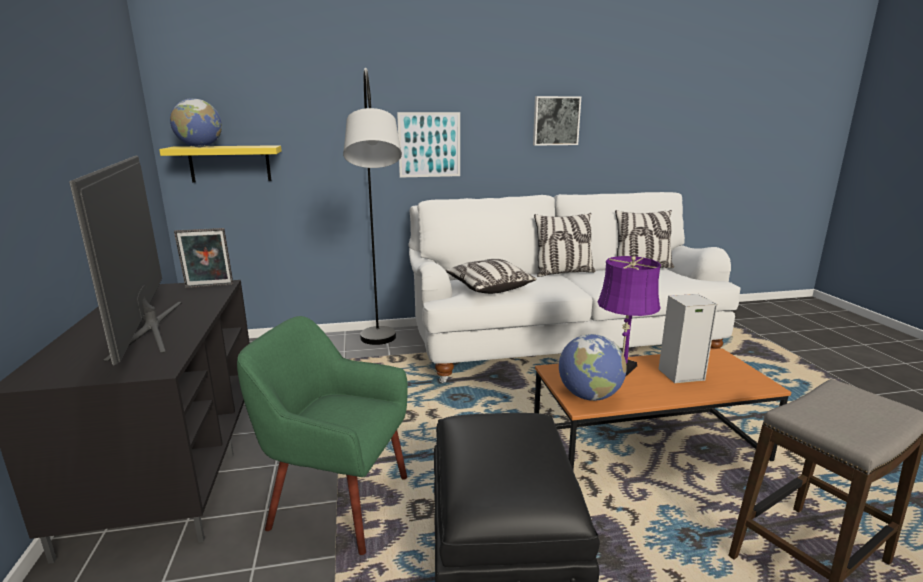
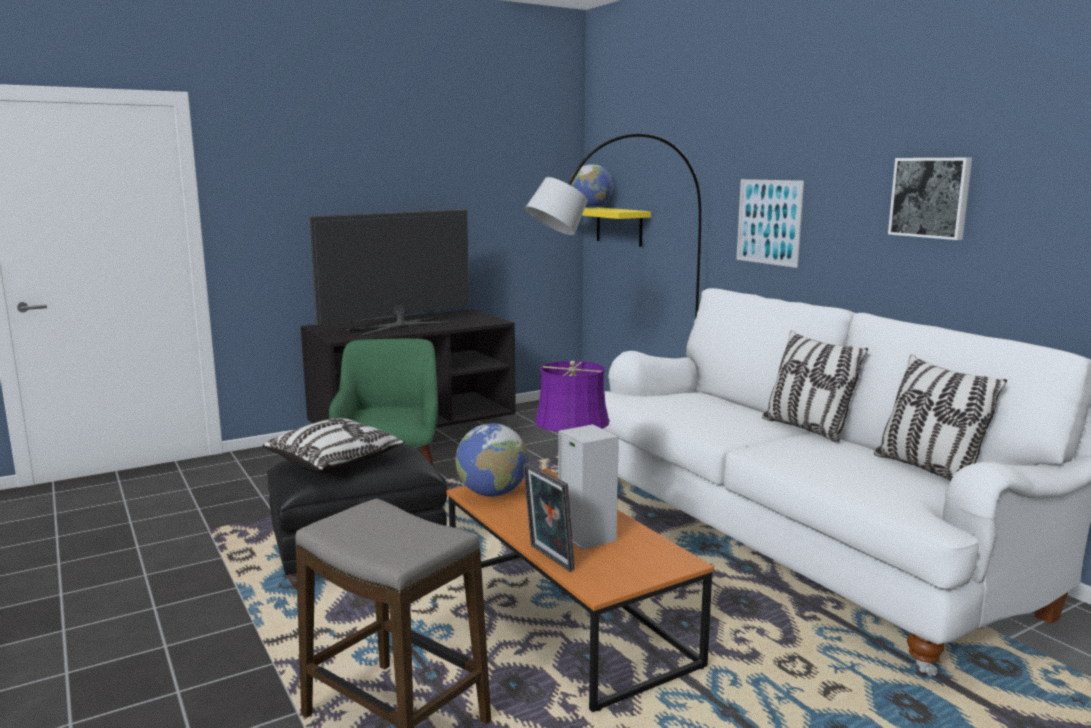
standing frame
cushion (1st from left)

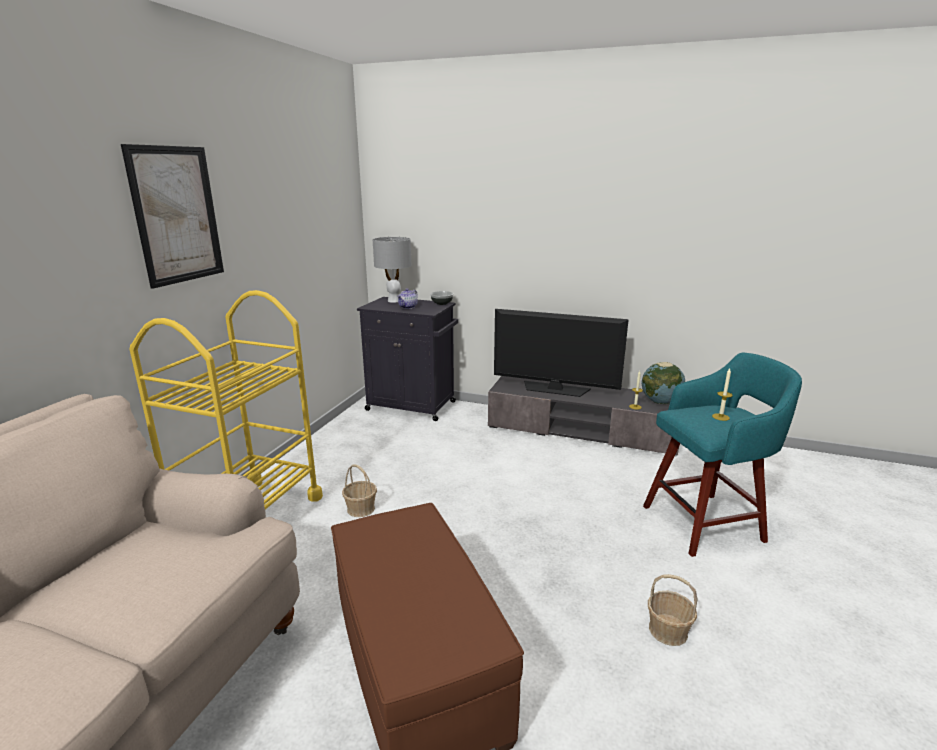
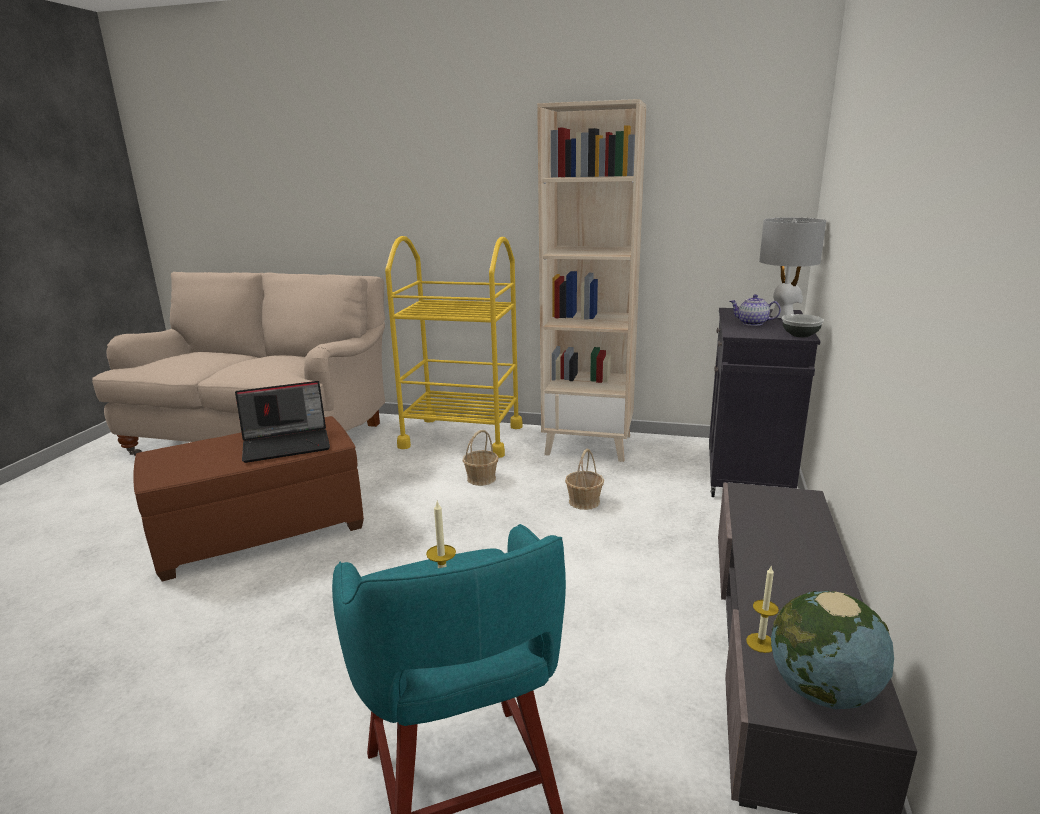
wall picture
TV set
basket (2nd from left)
bookcase in beige
portable computer

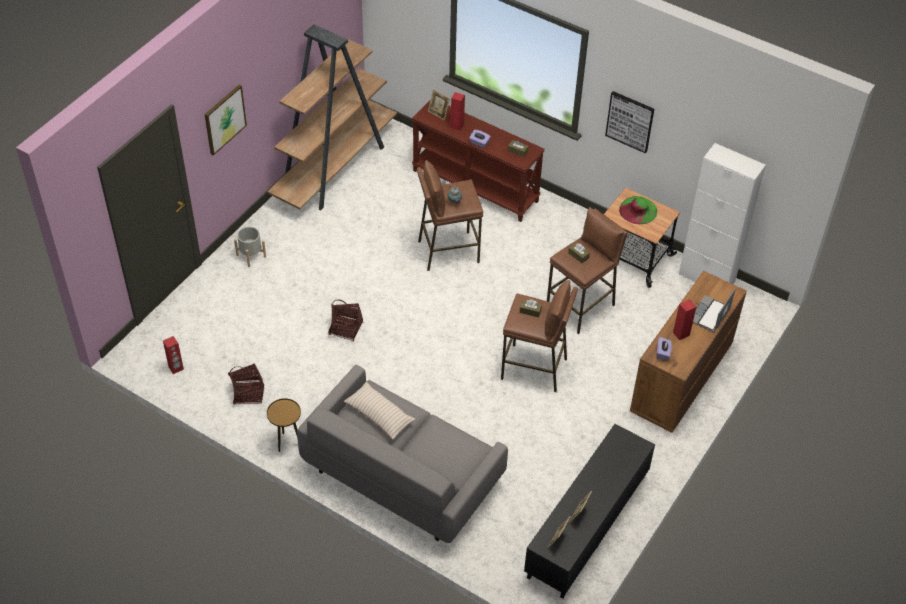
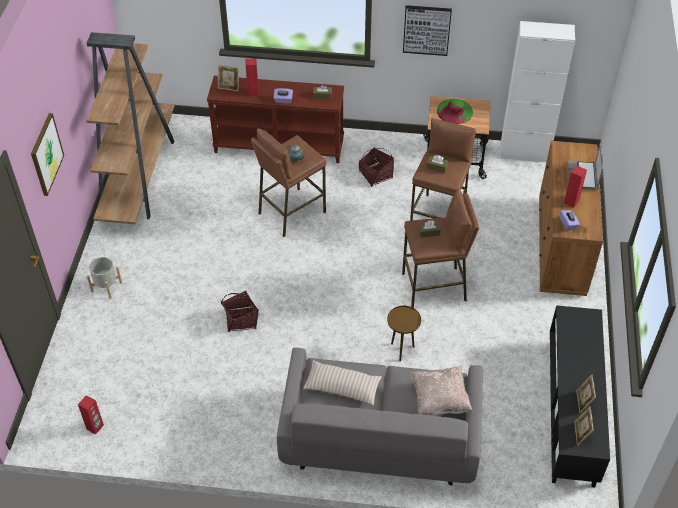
basket (2nd from left)
side table in brown
cushion in beige (2nd from left)

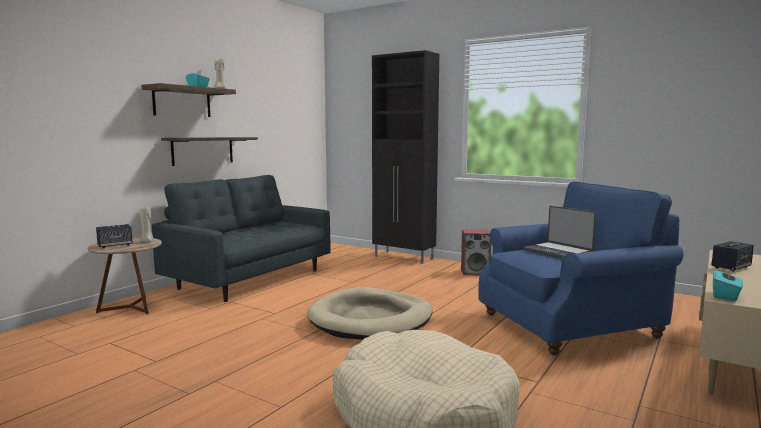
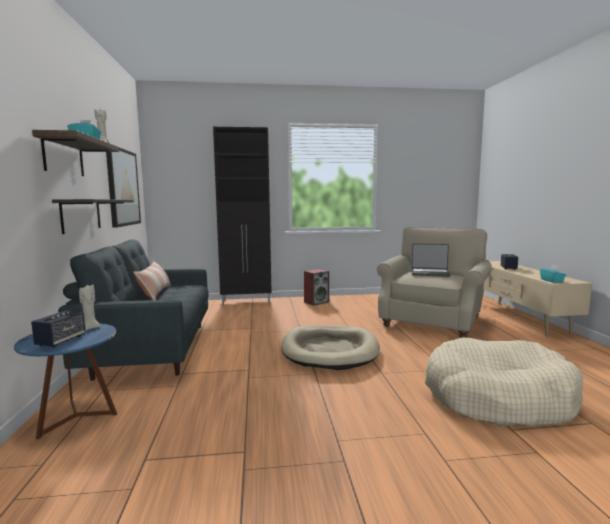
armchair in beige
side table in blue
wall picture
cushion

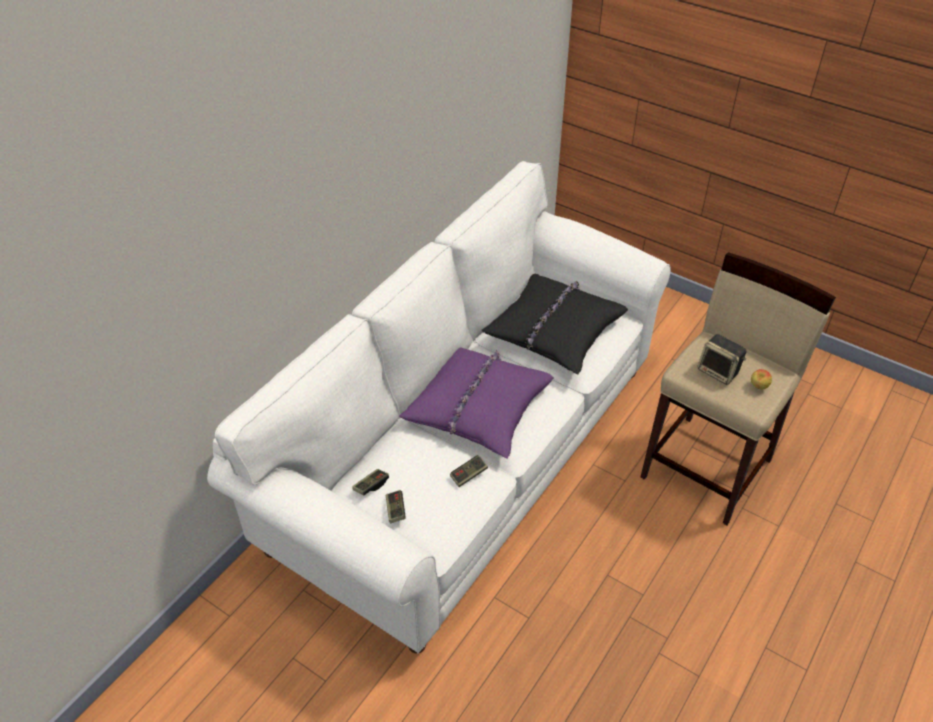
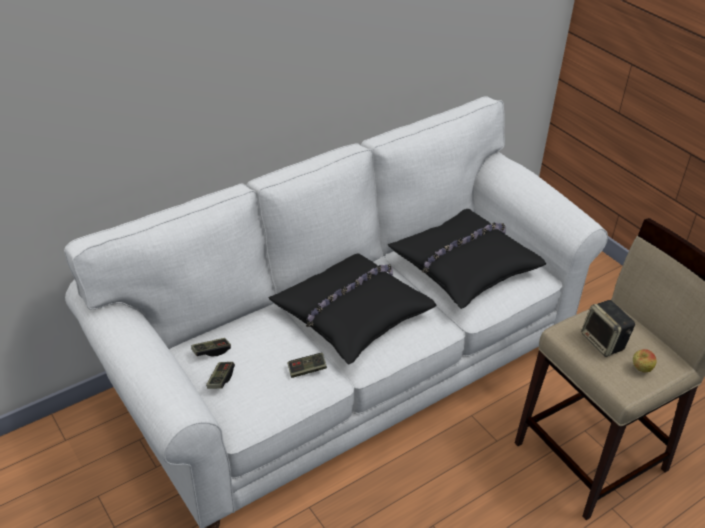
cushion in black (1st from left)

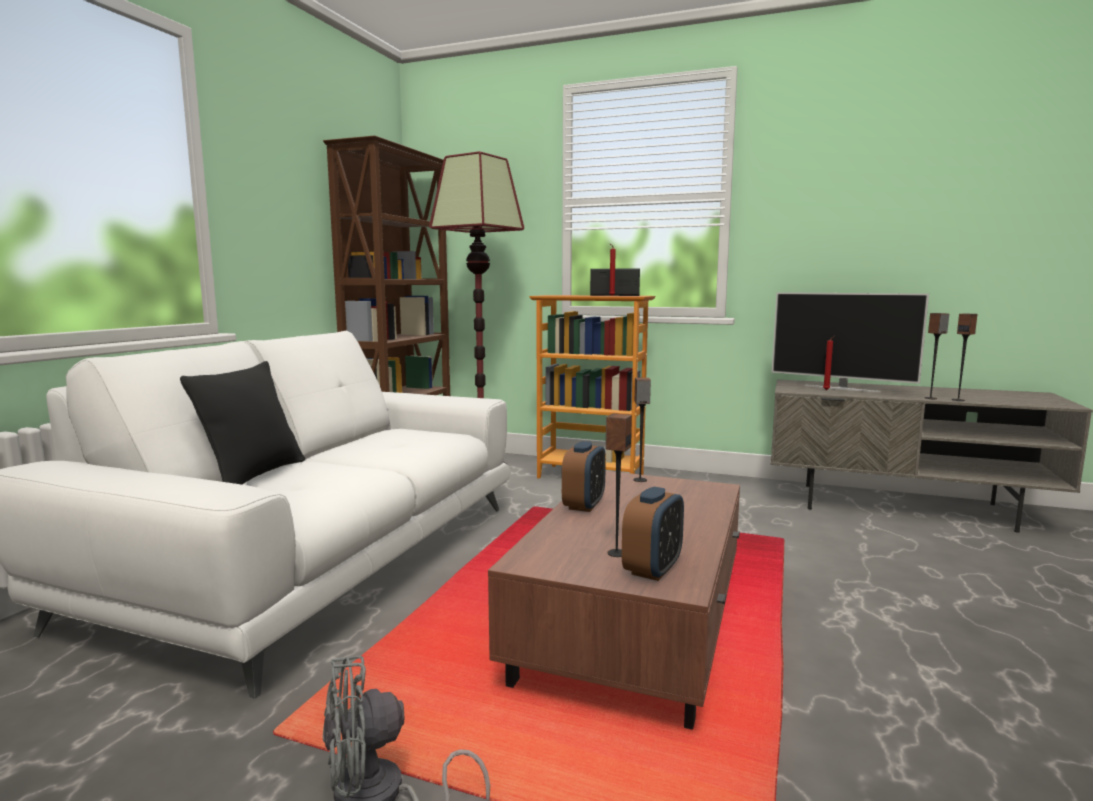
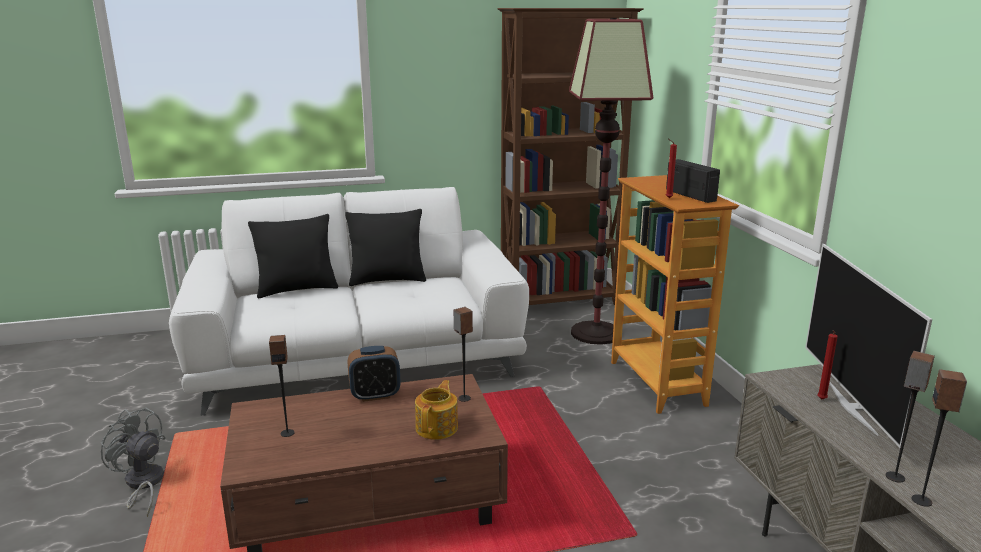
table clock (2nd from left in the first image)
cushion in black (2nd from left)
teapot

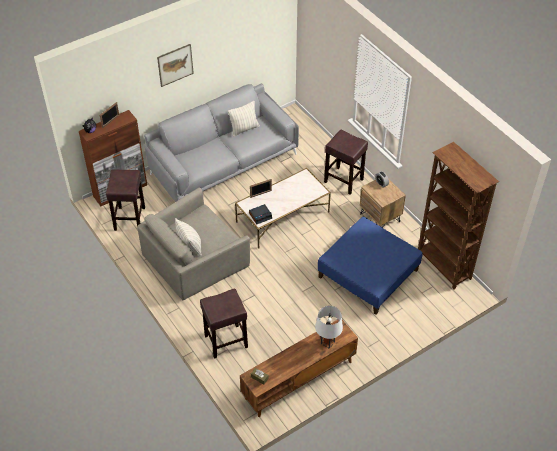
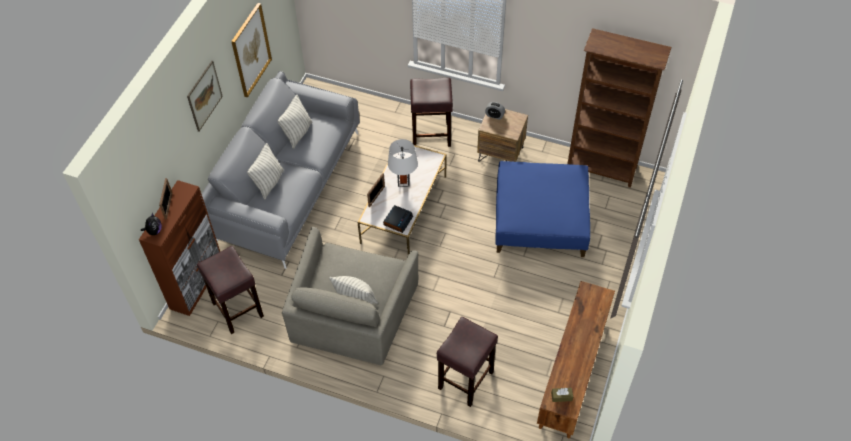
table lamp in whitish
wall picture (2nd from left)
cushion (1st from left)

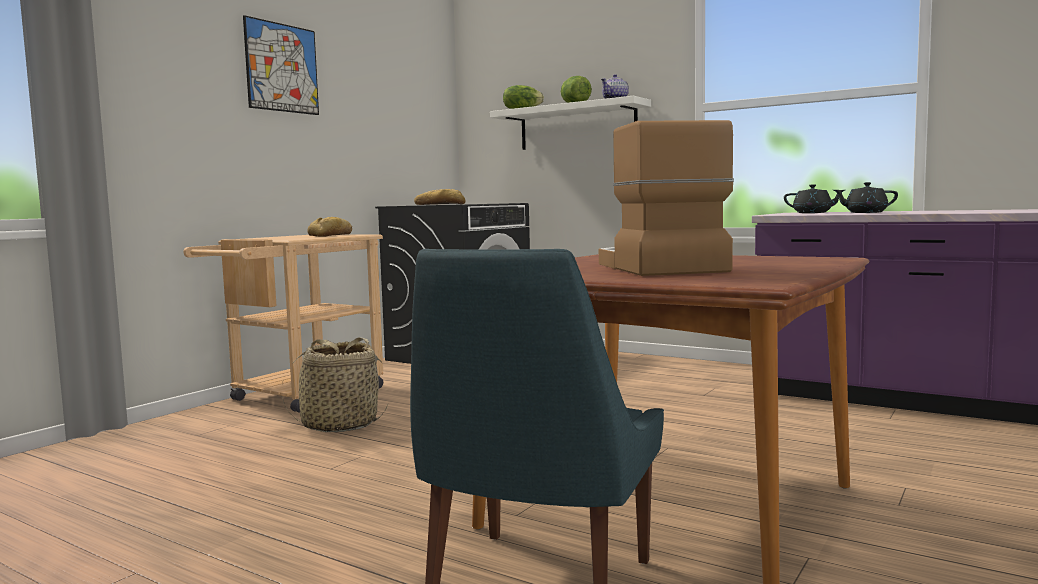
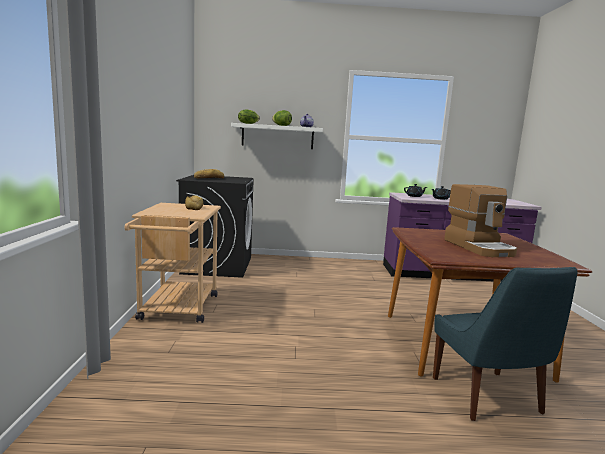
wall picture
coffee machine
basket

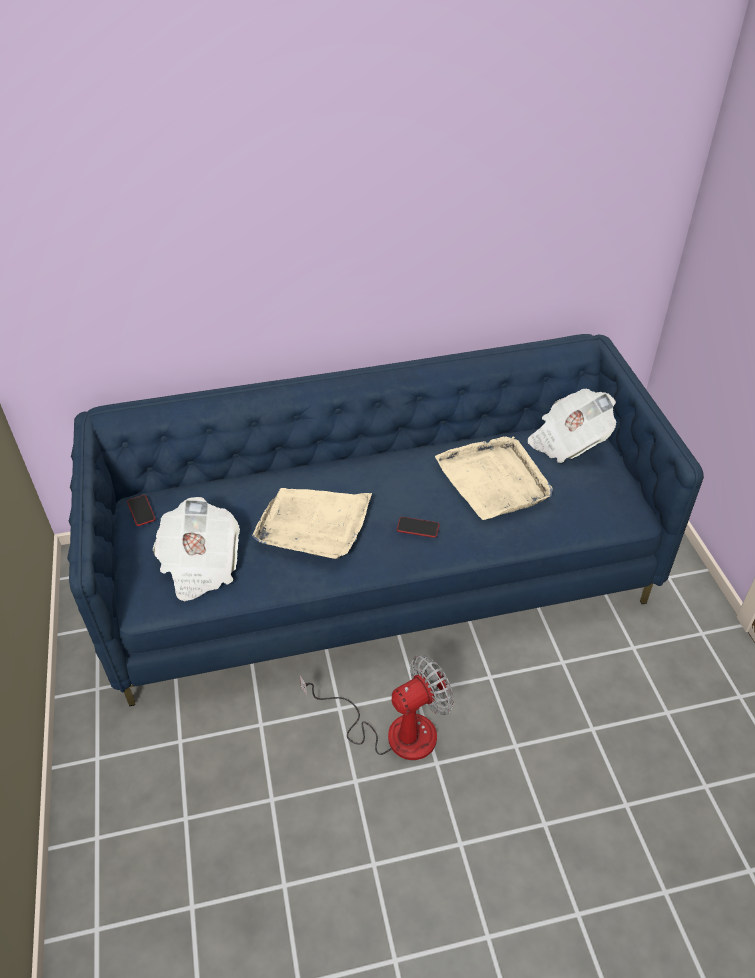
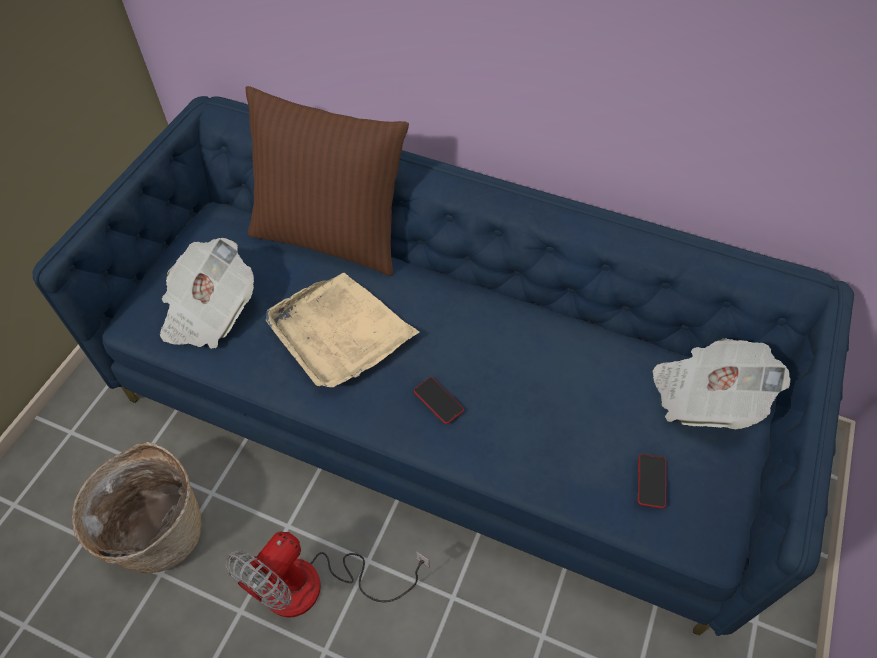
carrying tray in beige (2nd from left in the first image)
handset (2nd from left)
fan
cushion in brown
basket

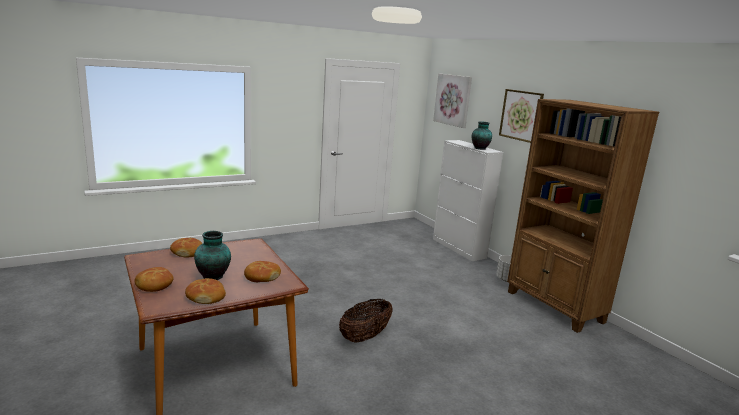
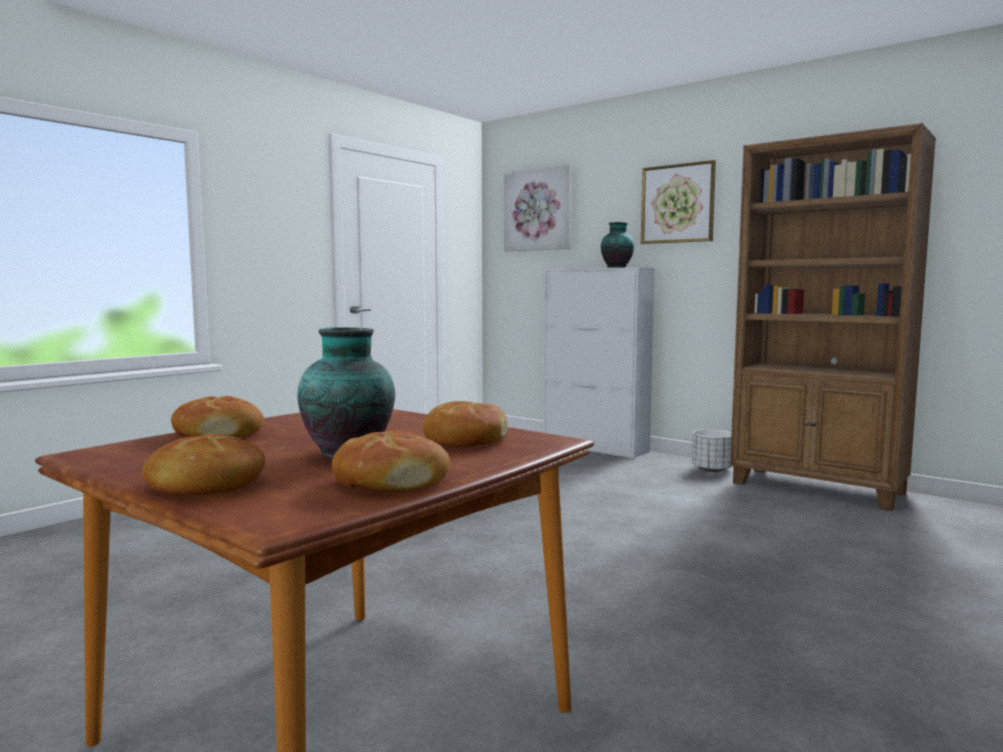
basket

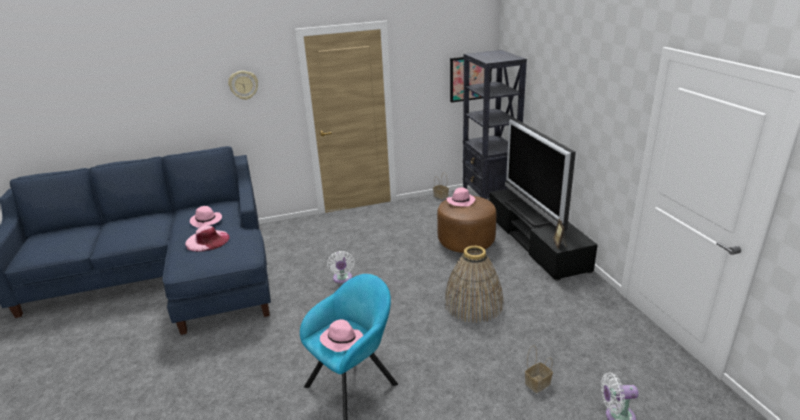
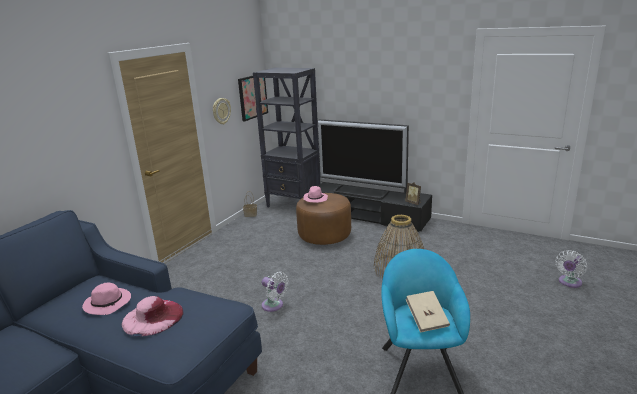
clock on the wall
book in beige
basket (3rd from left in the first image)

